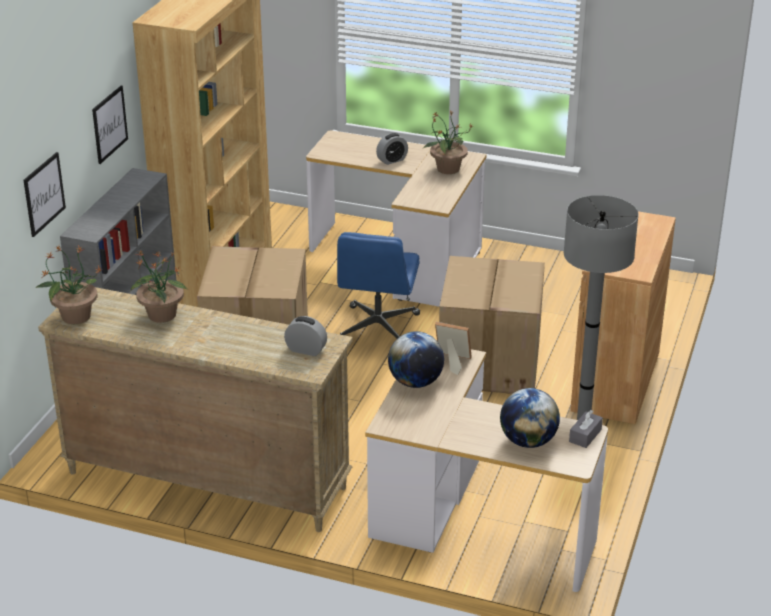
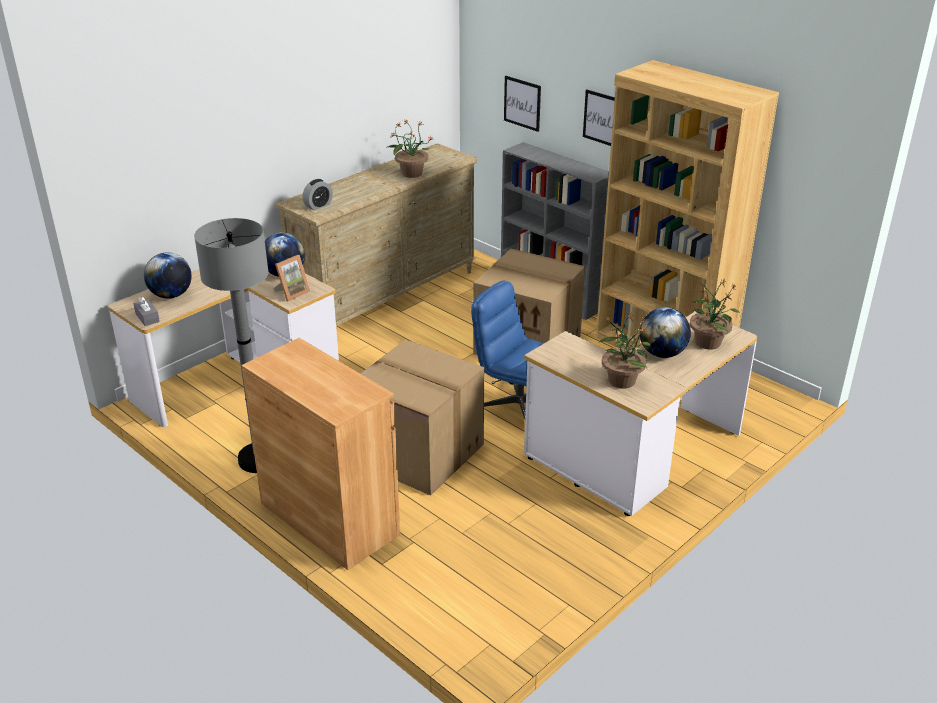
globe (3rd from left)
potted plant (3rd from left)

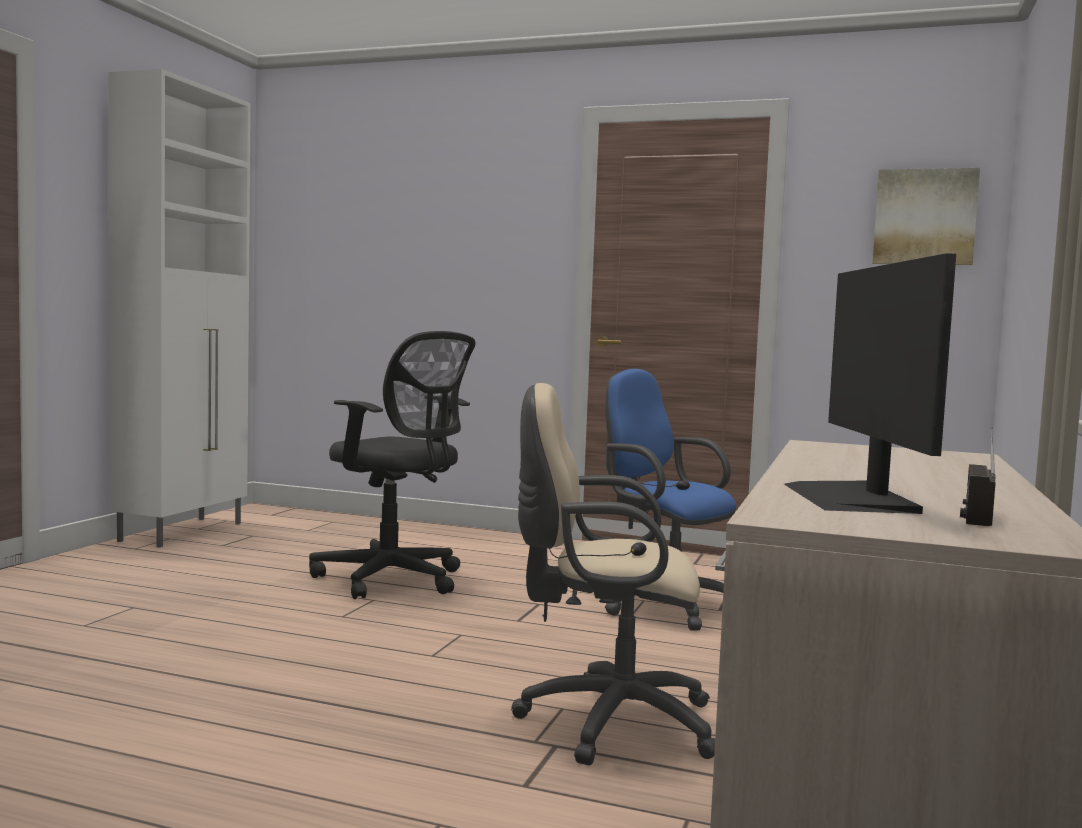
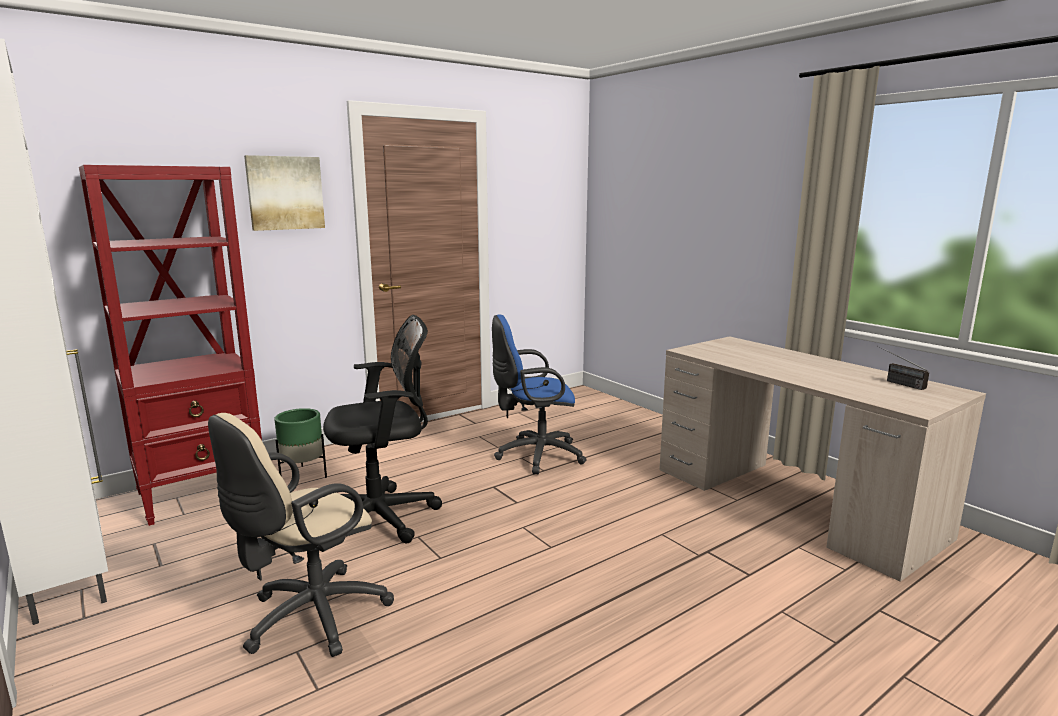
wall picture
monitor
computer chair in beige
bookcase in red-coloured
plant pot in green-coloured

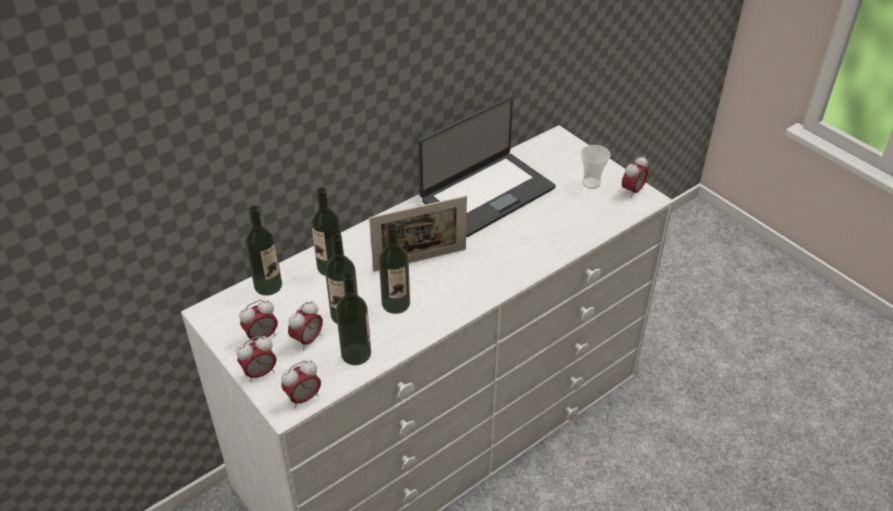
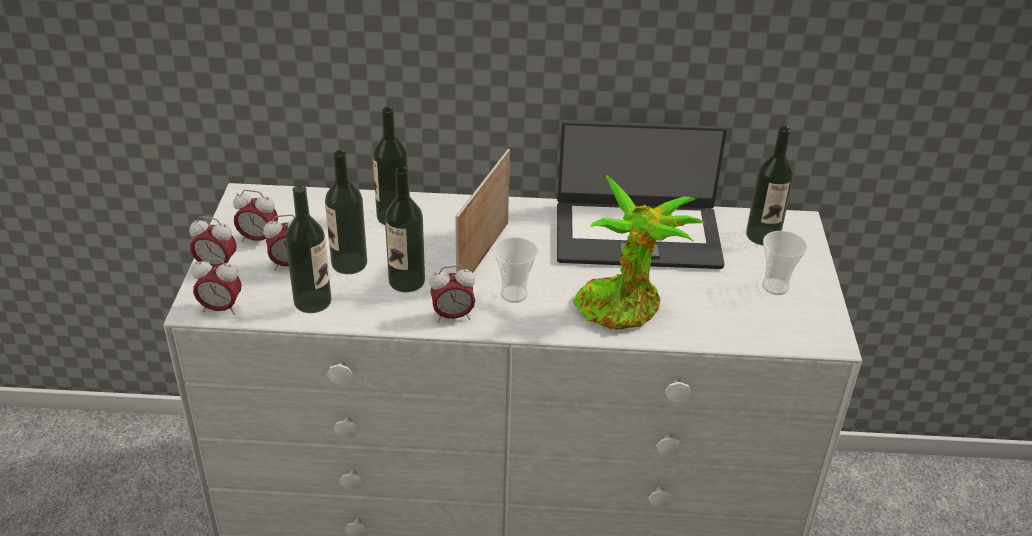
table clock (5th from left)
standing frame
drink bottle (5th from left)
potted plant
drinking cup (1st from left)

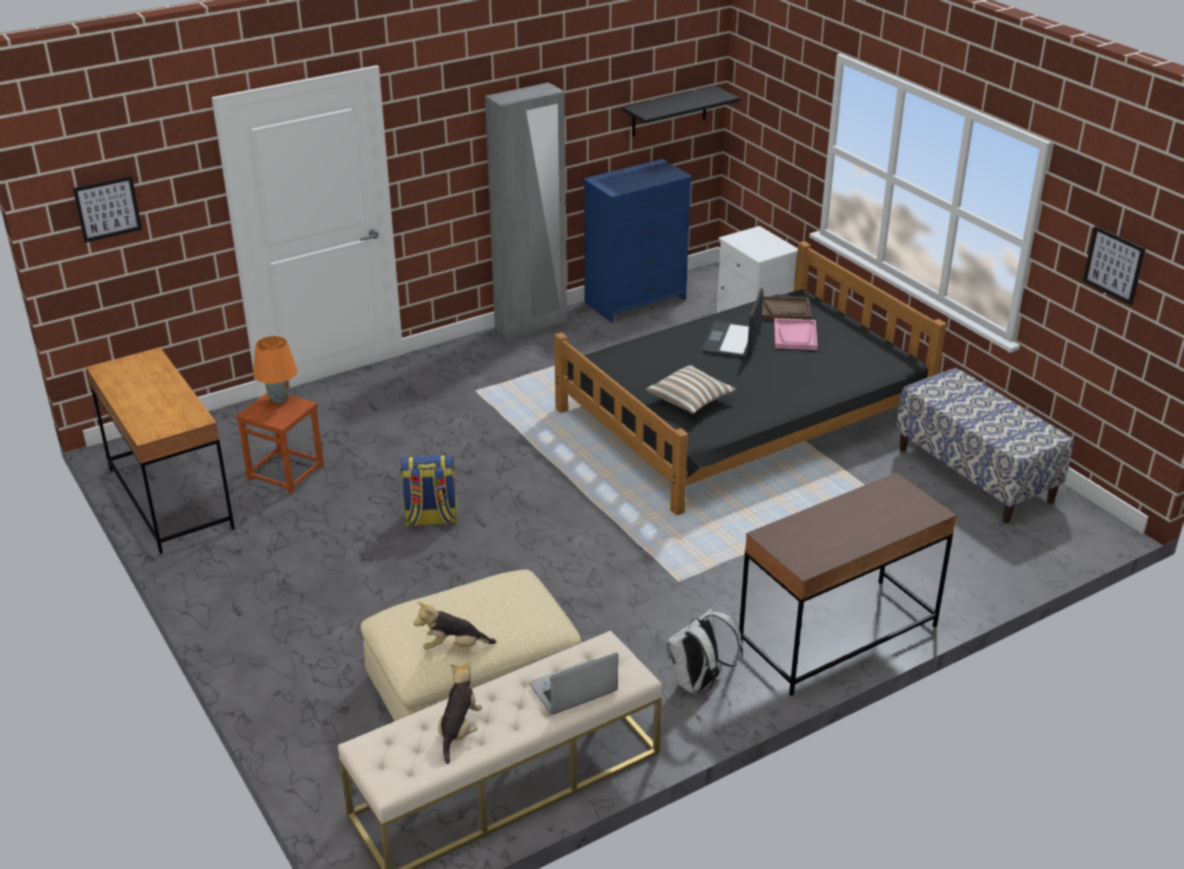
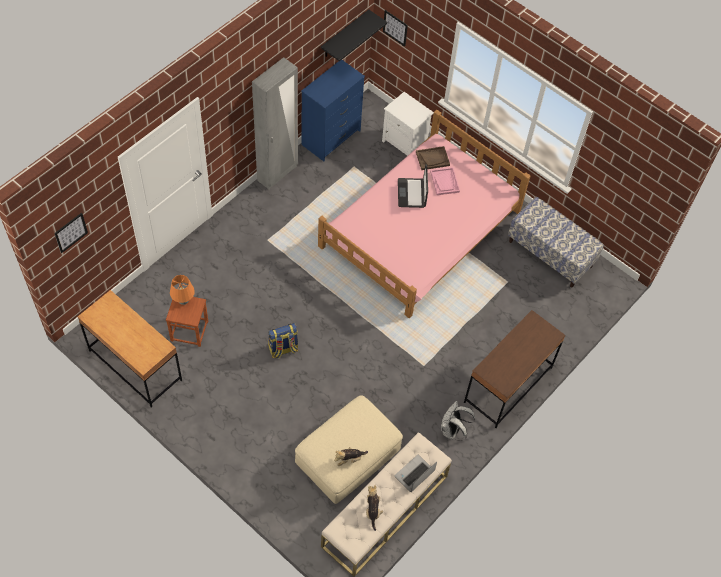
wall picture (2nd from left)
sleeping bed in pinkish
cushion

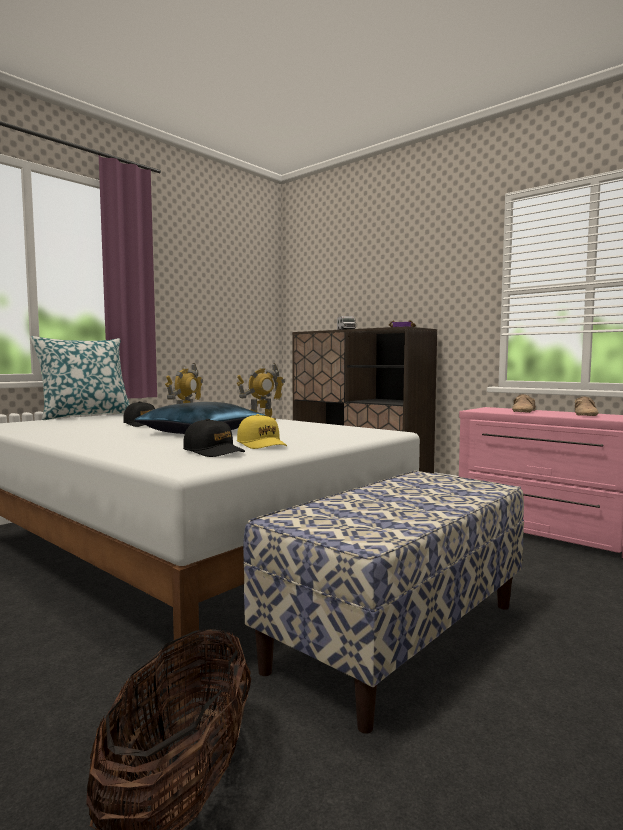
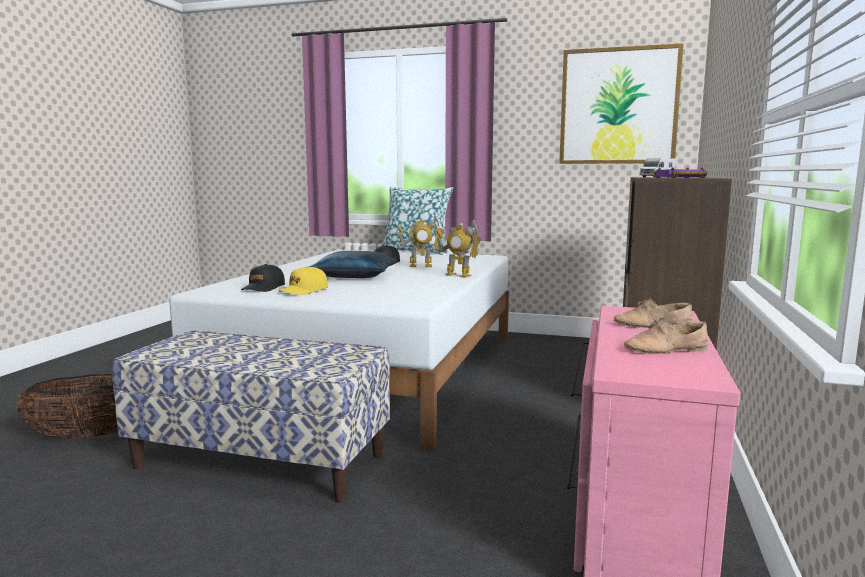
wall picture

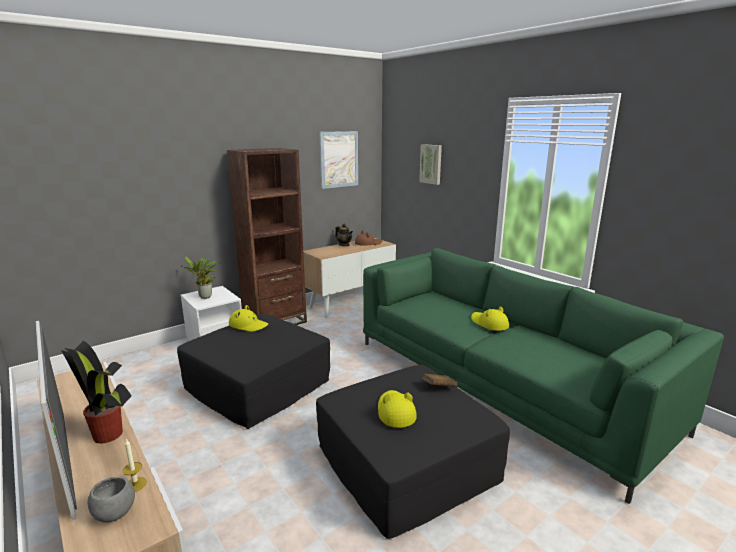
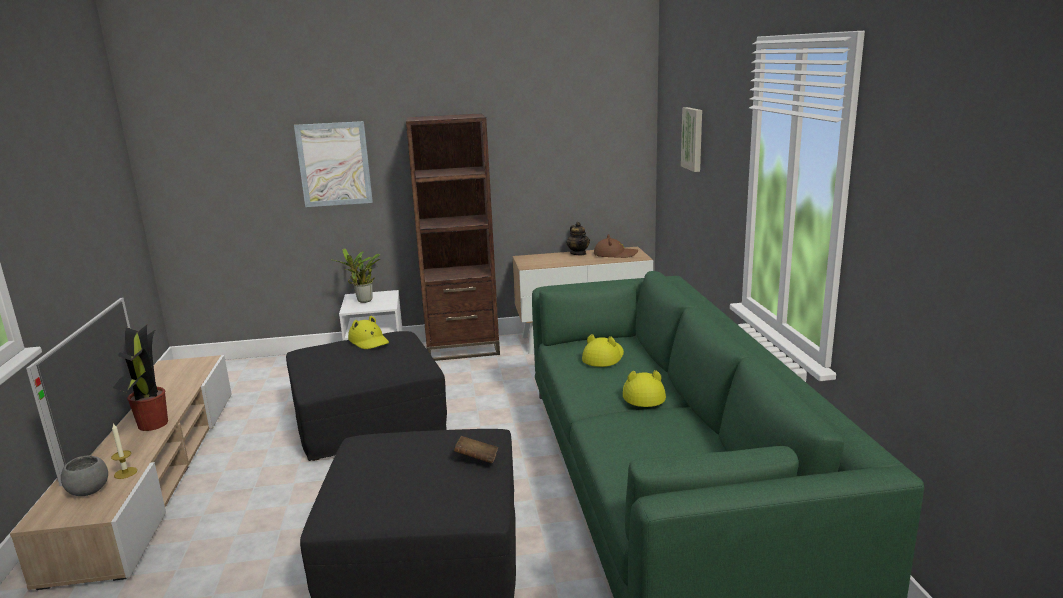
wall picture (1st from left)
clothing hat in yellow (2nd from left)

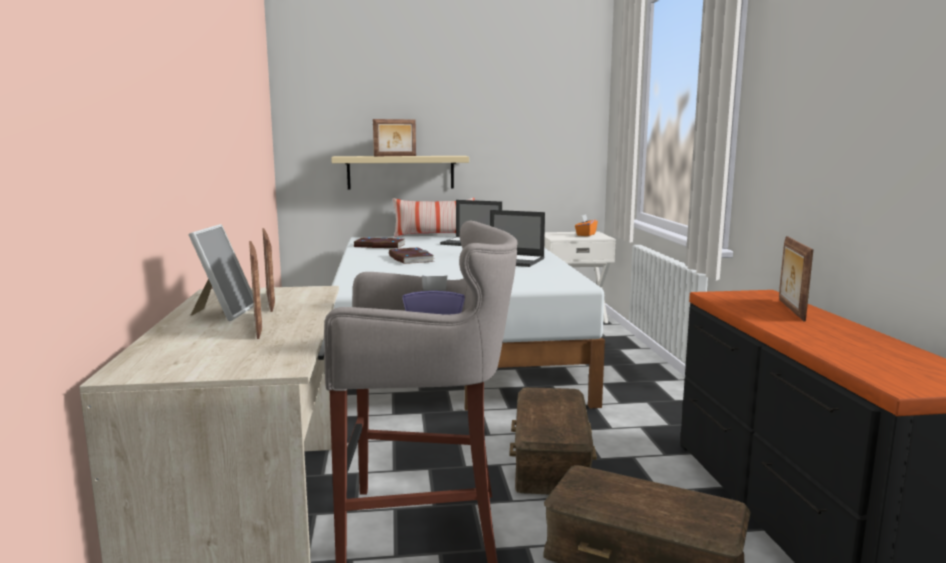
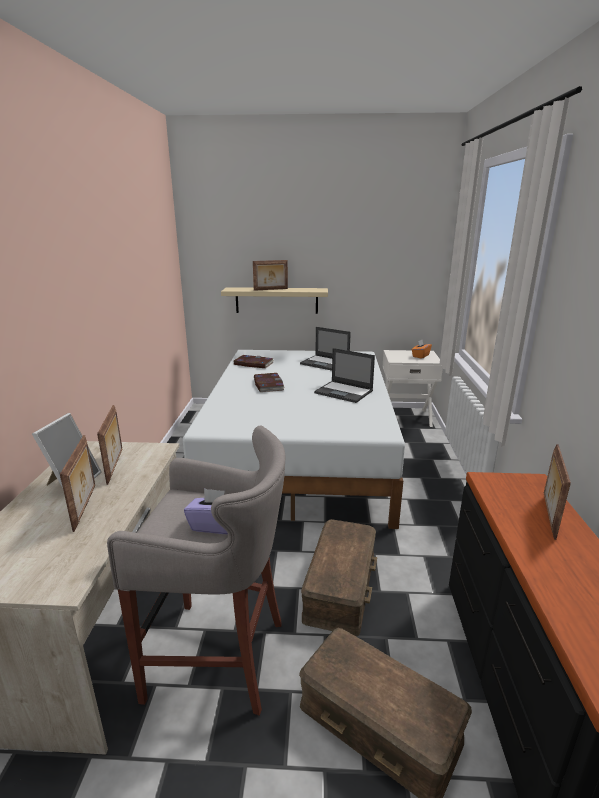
cushion

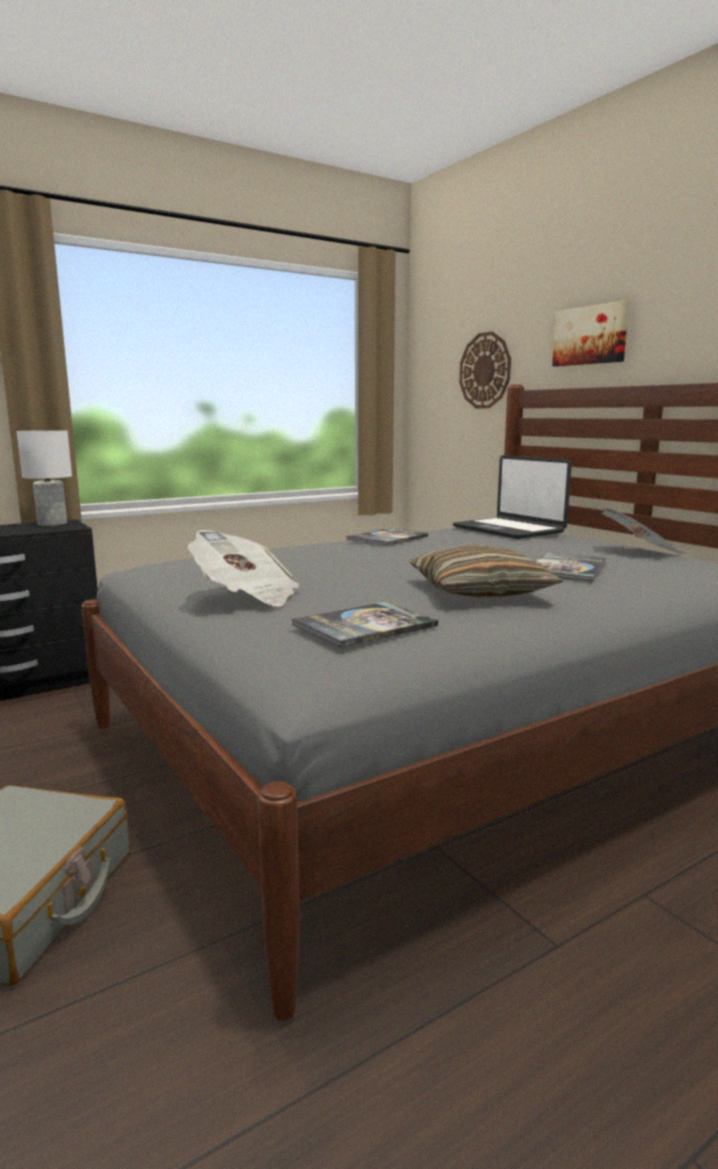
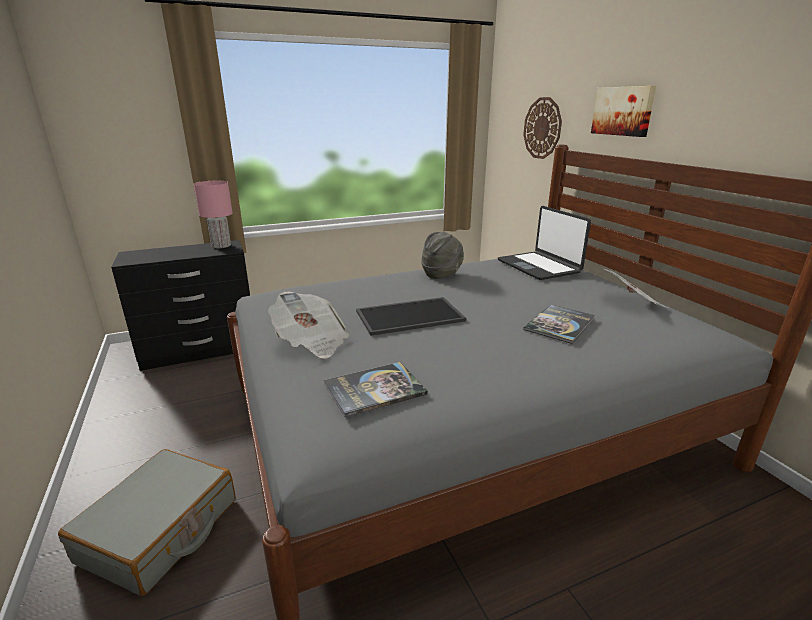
table lamp in pinkish
clothing hat in greyish
cushion
carrying tray

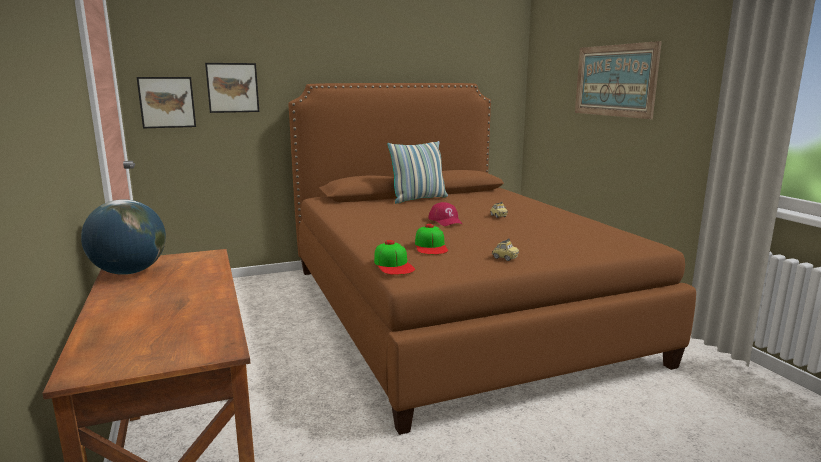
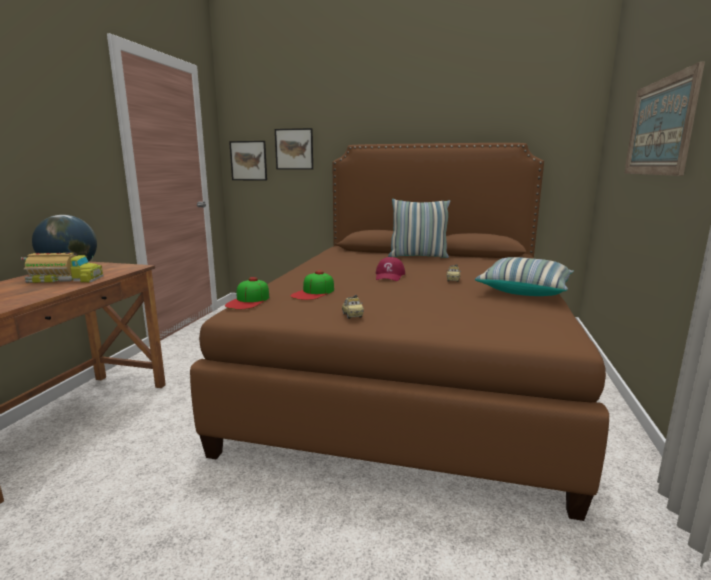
model truck
cushion (2nd from left)

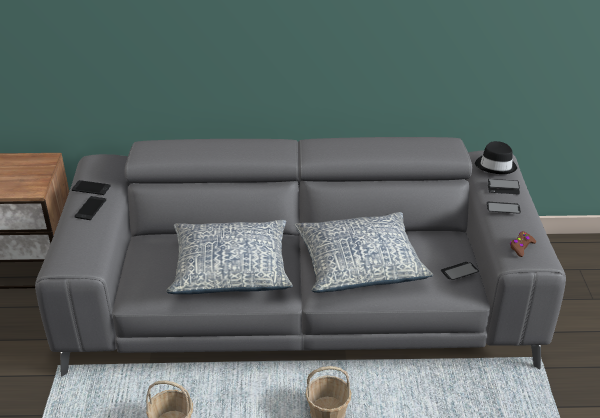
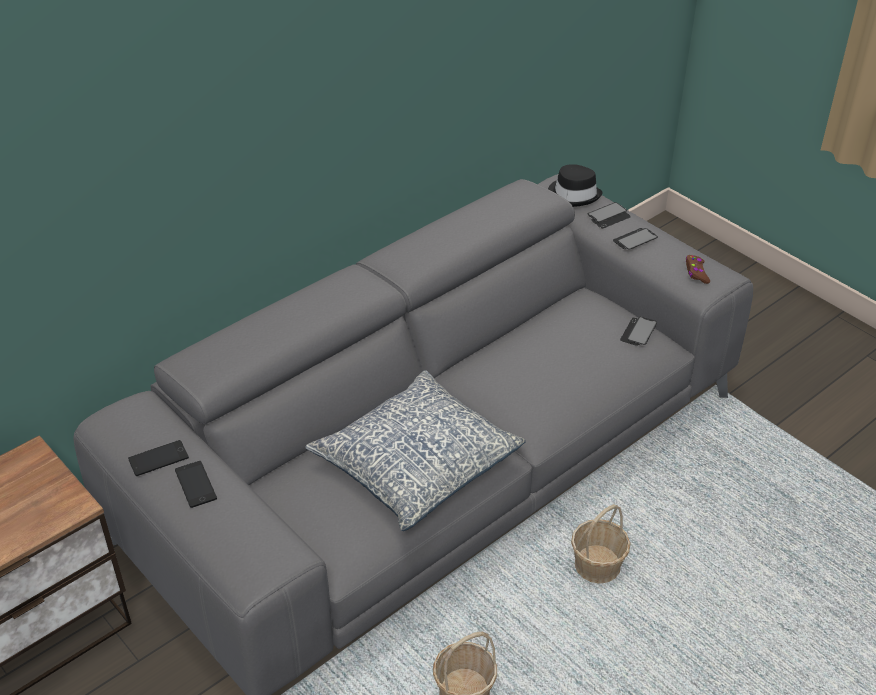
cushion (2nd from left in the first image)

